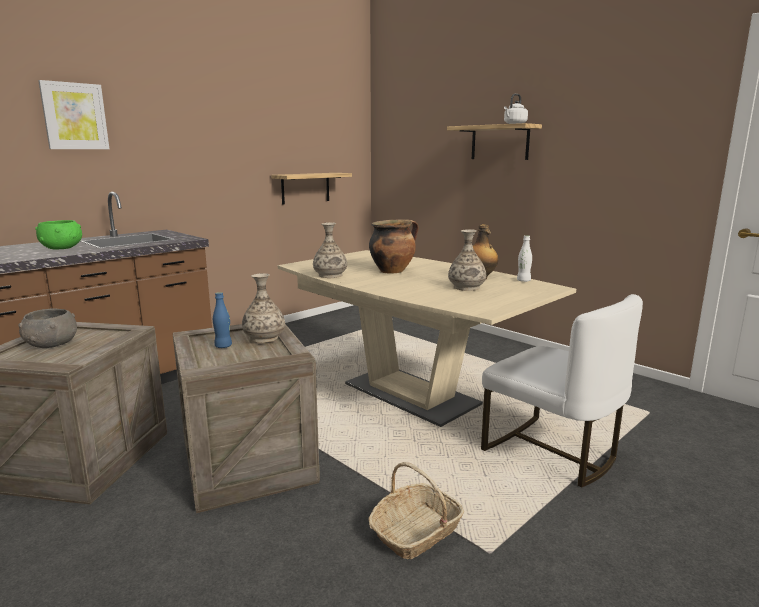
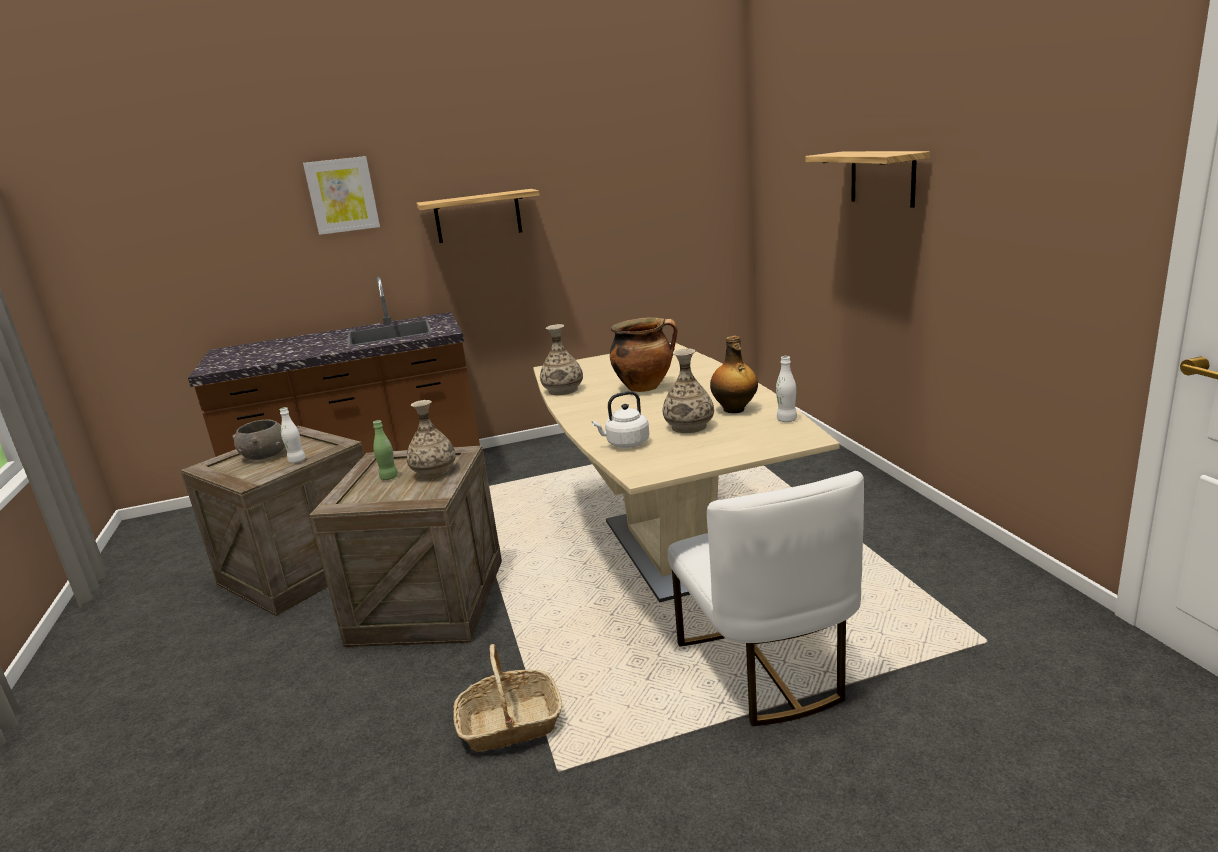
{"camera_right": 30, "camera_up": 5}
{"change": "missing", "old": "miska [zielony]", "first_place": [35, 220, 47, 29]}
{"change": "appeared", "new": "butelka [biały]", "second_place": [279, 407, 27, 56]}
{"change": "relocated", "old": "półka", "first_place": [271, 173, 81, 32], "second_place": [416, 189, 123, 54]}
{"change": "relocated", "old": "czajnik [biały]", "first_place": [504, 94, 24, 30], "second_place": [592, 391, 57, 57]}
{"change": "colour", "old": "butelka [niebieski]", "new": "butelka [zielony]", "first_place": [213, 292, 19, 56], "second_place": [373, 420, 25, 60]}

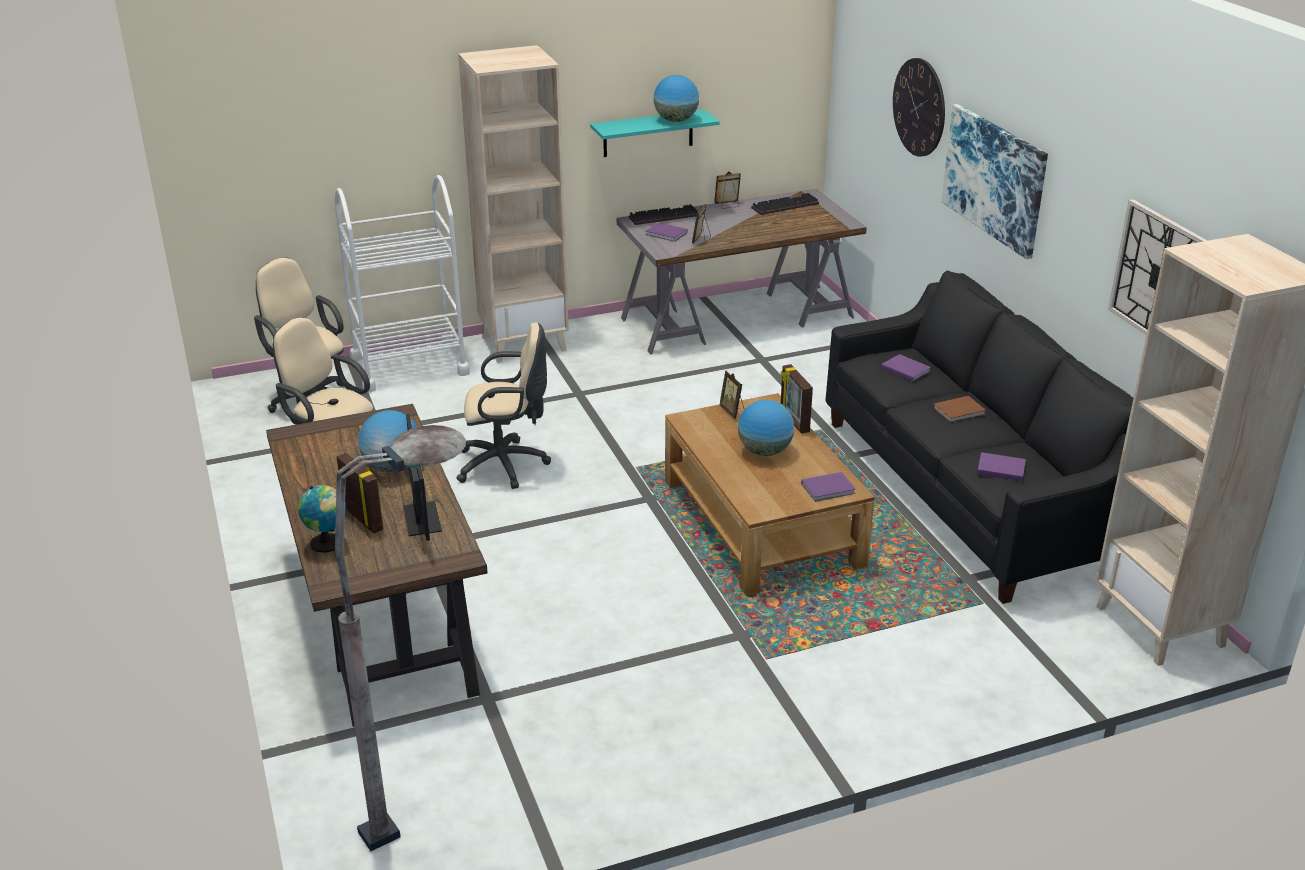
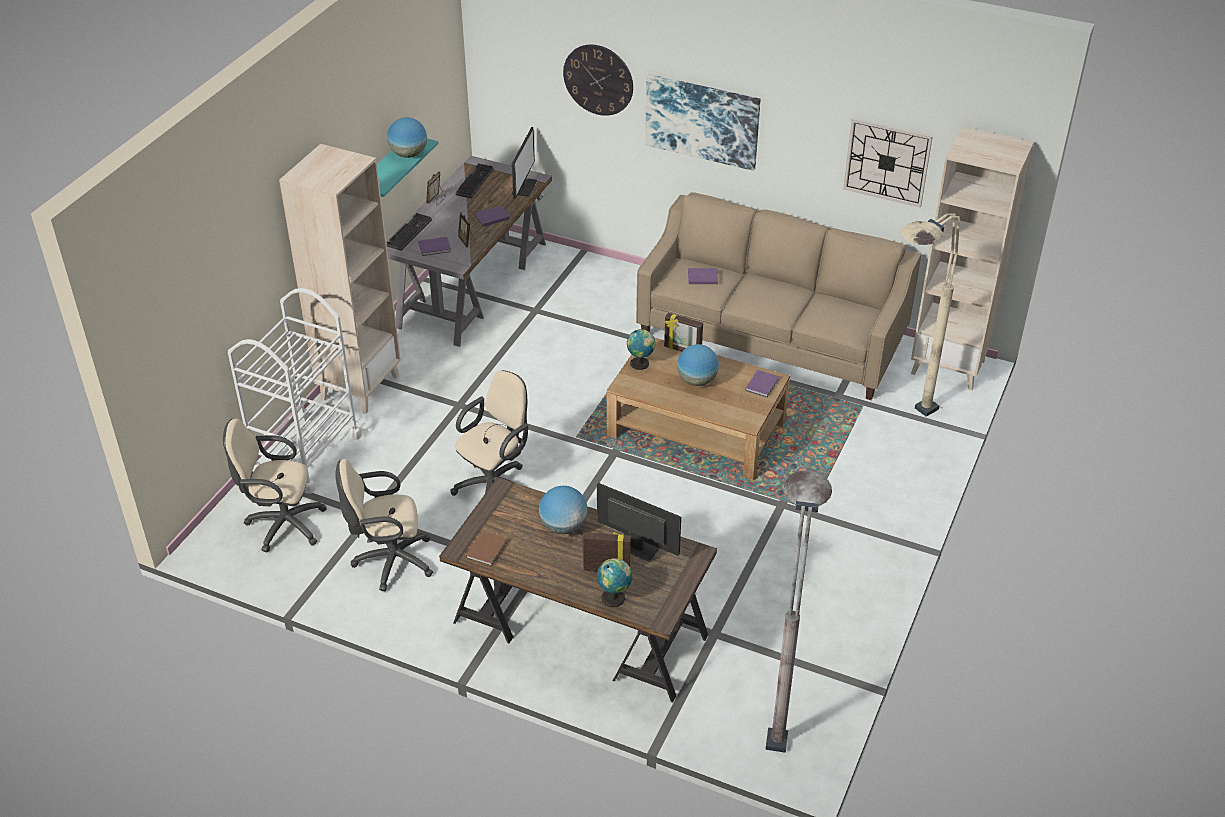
{"camera_right": -45, "camera_up": 10}
{"change": "appeared", "new": "monitor", "second_place": [512, 127, 26, 71]}
{"change": "appeared", "new": "lampa stojąca [beżowy]", "second_place": [901, 213, 59, 204]}
{"change": "relocated", "old": "książka [brązowy]", "first_place": [933, 396, 53, 27], "second_place": [466, 531, 42, 35]}
{"change": "relocated", "old": "książka [fioletowy]", "first_place": [977, 452, 49, 29], "second_place": [475, 206, 35, 21]}
{"change": "exchanged", "old": "ramka na zdjęcie", "new": "globus", "first_place": [719, 370, 26, 49], "second_place": [627, 329, 28, 41]}
{"change": "colour", "old": "kanapa [czarny]", "new": "kanapa [beżowy]", "first_place": [826, 271, 307, 333], "second_place": [636, 192, 285, 208]}

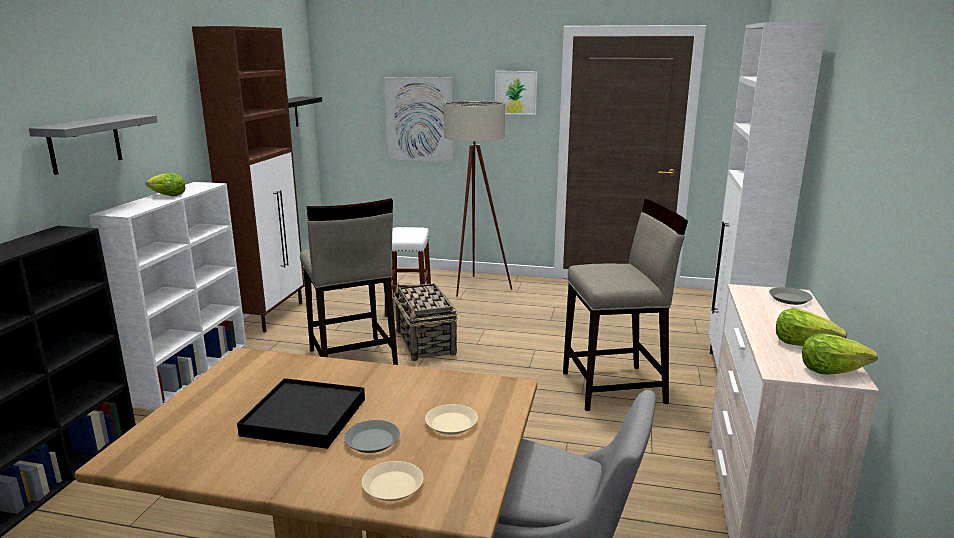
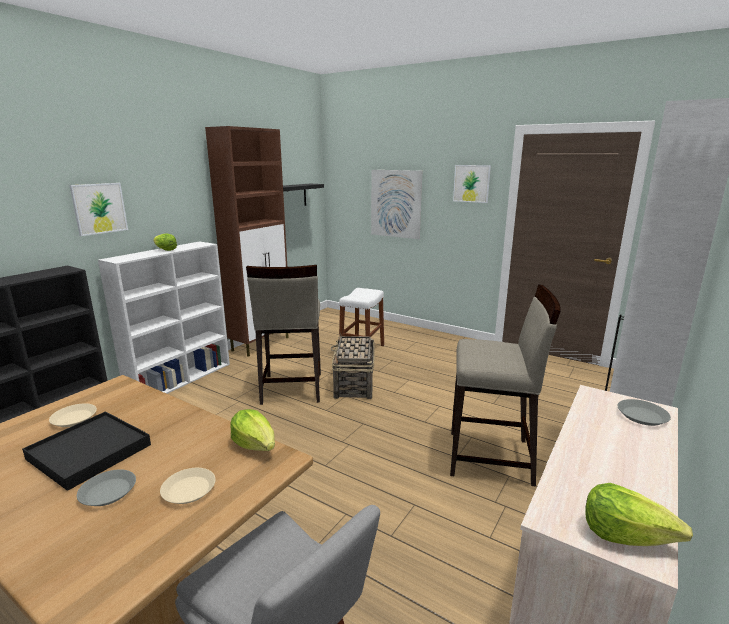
{"camera_right": 20, "camera_up": 0}
{"change": "missing", "old": "lampa stojąca [beżowy]", "first_place": [443, 101, 69, 196]}
{"change": "relocated", "old": "talerz [beżowy]", "first_place": [362, 461, 62, 40], "second_place": [49, 403, 48, 24]}
{"change": "relocated", "old": "sałata", "first_place": [776, 308, 71, 38], "second_place": [230, 409, 45, 42]}
{"change": "exchanged", "old": "półka [szary]", "new": "obraz", "first_place": [29, 114, 129, 61], "second_place": [69, 183, 59, 53]}

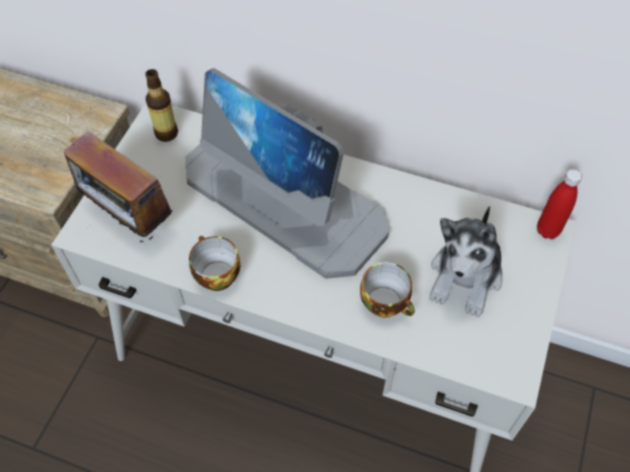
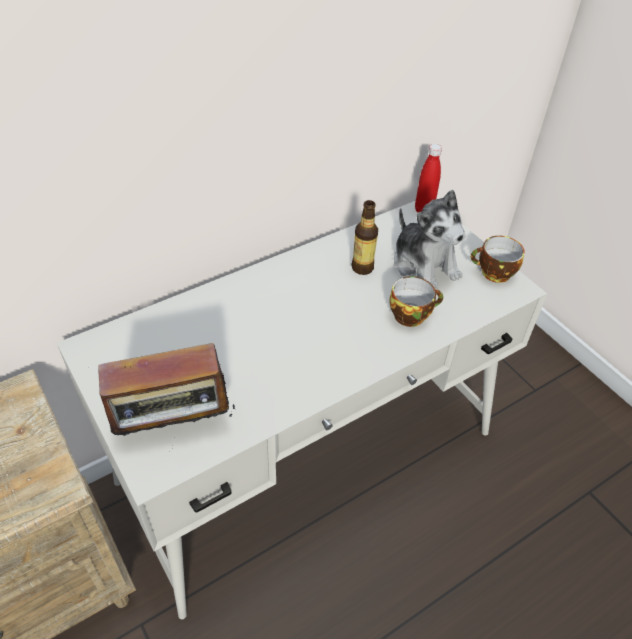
{"camera_right": -55, "camera_up": -10}
{"change": "missing", "old": "monitor", "first_place": [185, 68, 204, 211]}
{"change": "relocated", "old": "butelka", "first_place": [145, 69, 33, 73], "second_place": [351, 200, 27, 75]}
{"change": "relocated", "old": "filiżanka", "first_place": [189, 236, 51, 55], "second_place": [471, 236, 54, 47]}

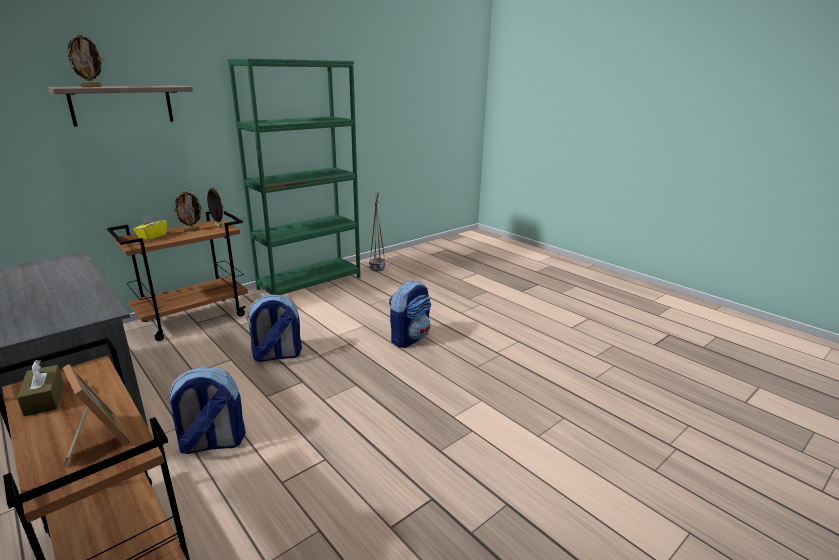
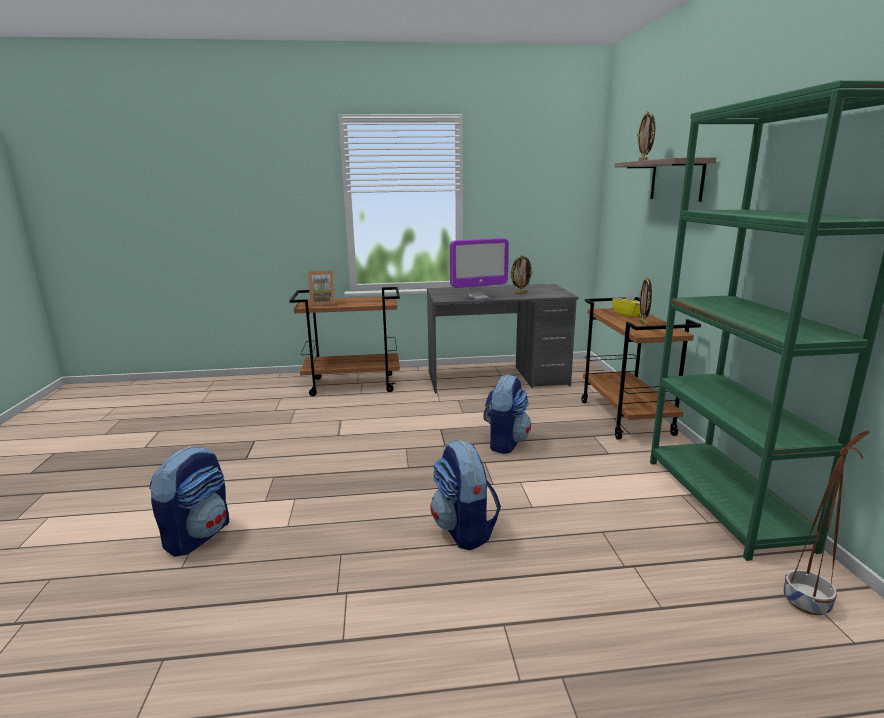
{"camera_right": 125, "camera_up": -5}
{"change": "missing", "old": "pudełko chusteczek [brązowy]", "first_place": [17, 360, 47, 56]}
{"change": "appeared", "new": "monitor", "second_place": [450, 238, 59, 62]}
{"change": "relocated", "old": "plecak", "first_place": [166, 367, 80, 87], "second_place": [149, 446, 80, 111]}
{"change": "relocated", "old": "ramka na zdjęcie", "first_place": [207, 187, 17, 41], "second_place": [510, 255, 23, 39]}

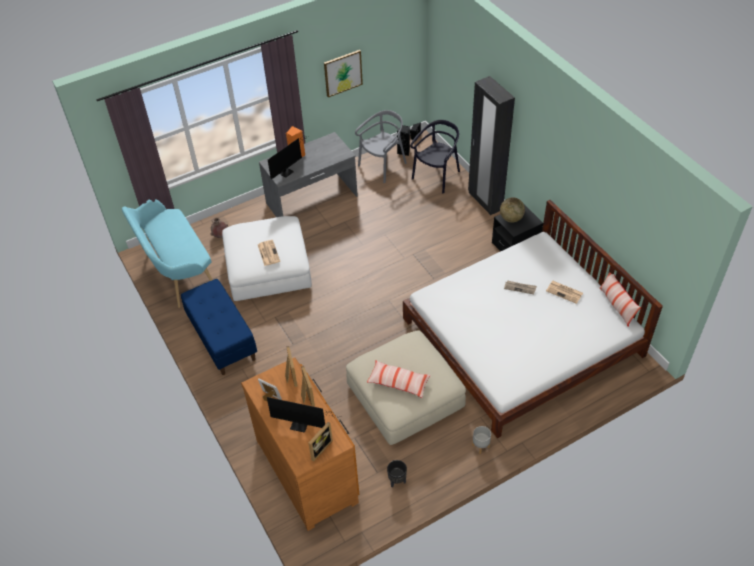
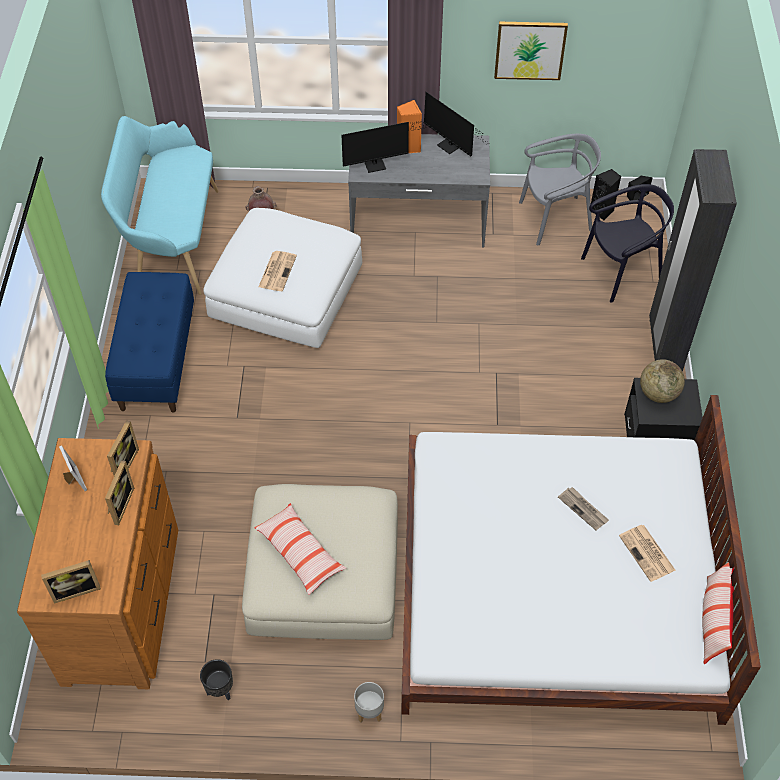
{"camera_right": 30, "camera_up": 5}
{"change": "relocated", "old": "monitor", "first_place": [267, 397, 72, 36], "second_place": [424, 92, 66, 64]}

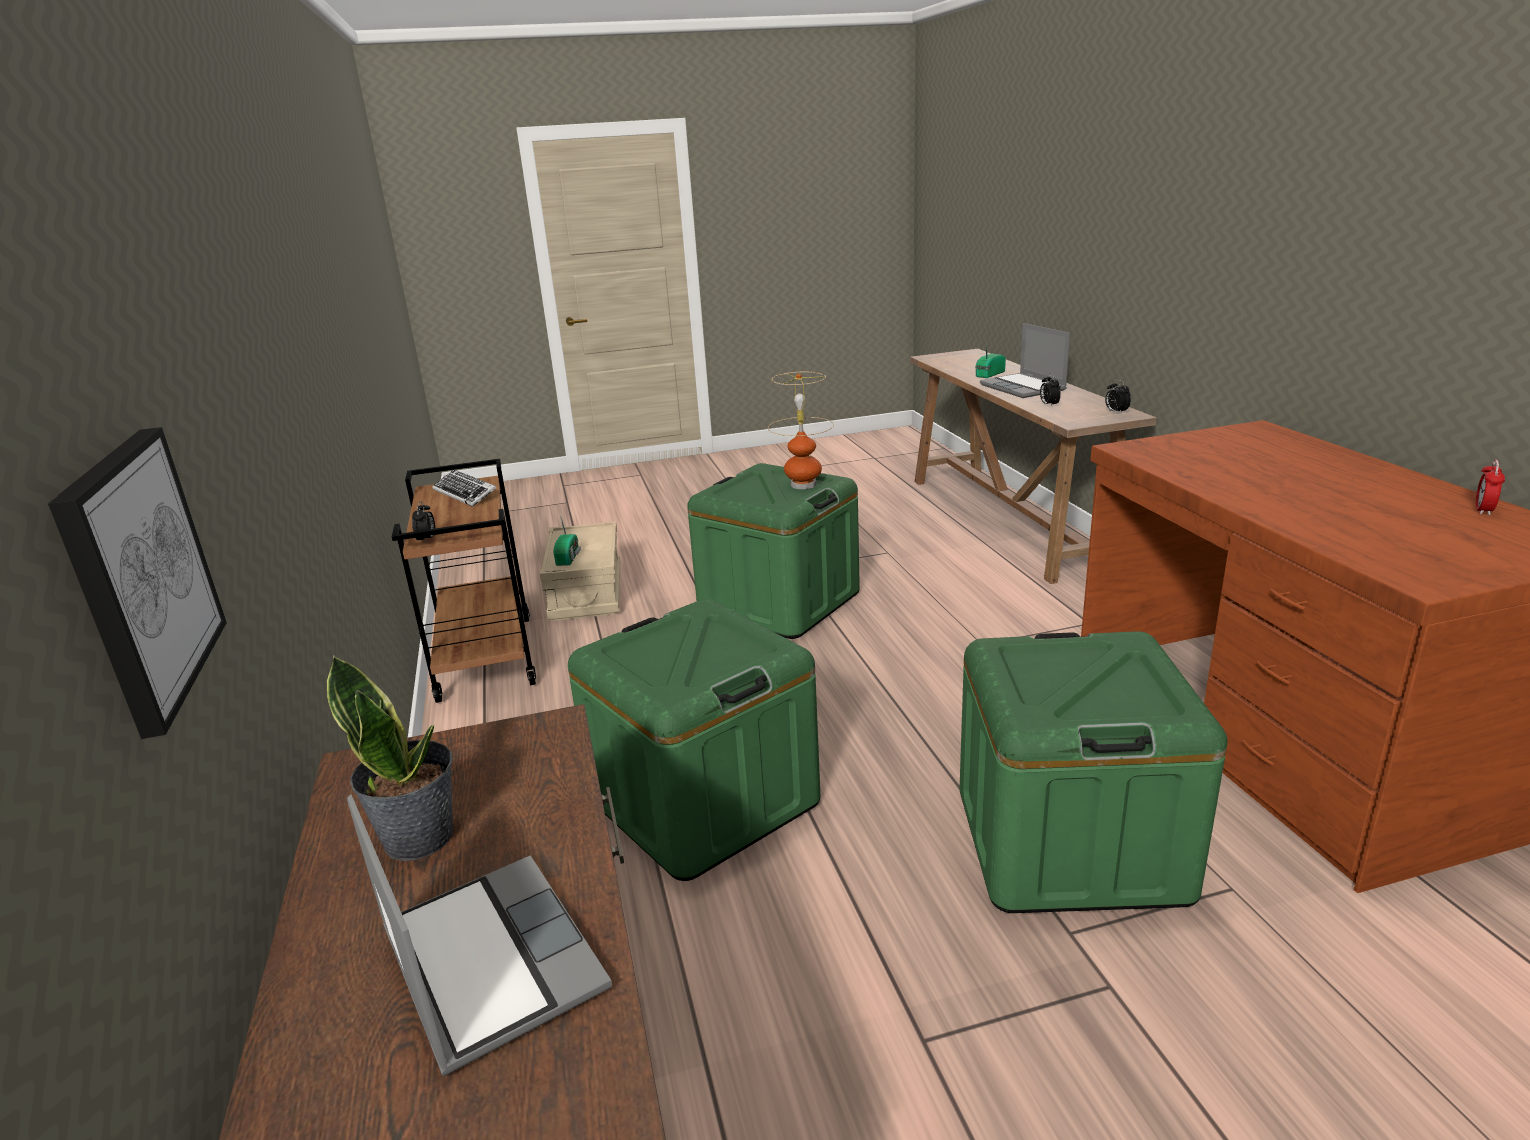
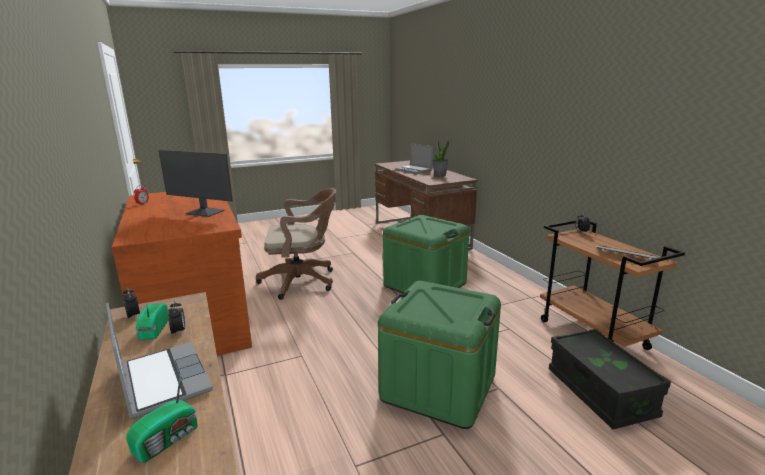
{"camera_right": 170, "camera_up": -5}
{"change": "missing", "old": "obraz", "first_place": [48, 427, 179, 312]}
{"change": "missing", "old": "lampa stołowa", "first_place": [768, 371, 66, 118]}
{"change": "appeared", "new": "monitor", "second_place": [159, 150, 74, 67]}
{"change": "relocated", "old": "radio", "first_place": [554, 515, 27, 51], "second_place": [136, 303, 33, 37]}
{"change": "exchanged", "old": "pojemnik do przechowywania [zielony]", "new": "krzesło biurowe [brązowy]", "first_place": [959, 631, 268, 282], "second_place": [256, 188, 80, 112]}
{"change": "colour", "old": "pojemnik do przechowywania [beżowy]", "new": "pojemnik do przechowywania [czarny]", "first_place": [540, 521, 80, 100], "second_place": [549, 329, 122, 100]}

